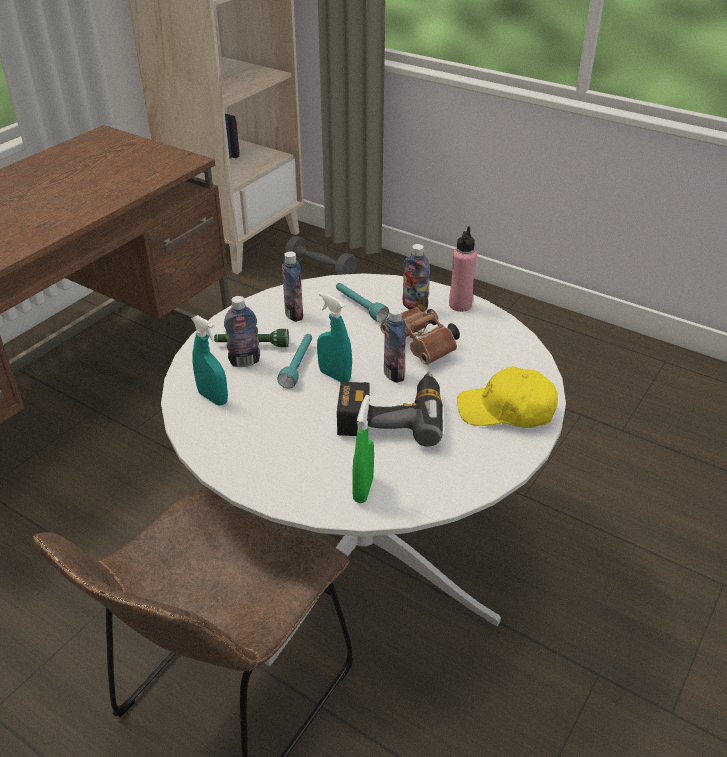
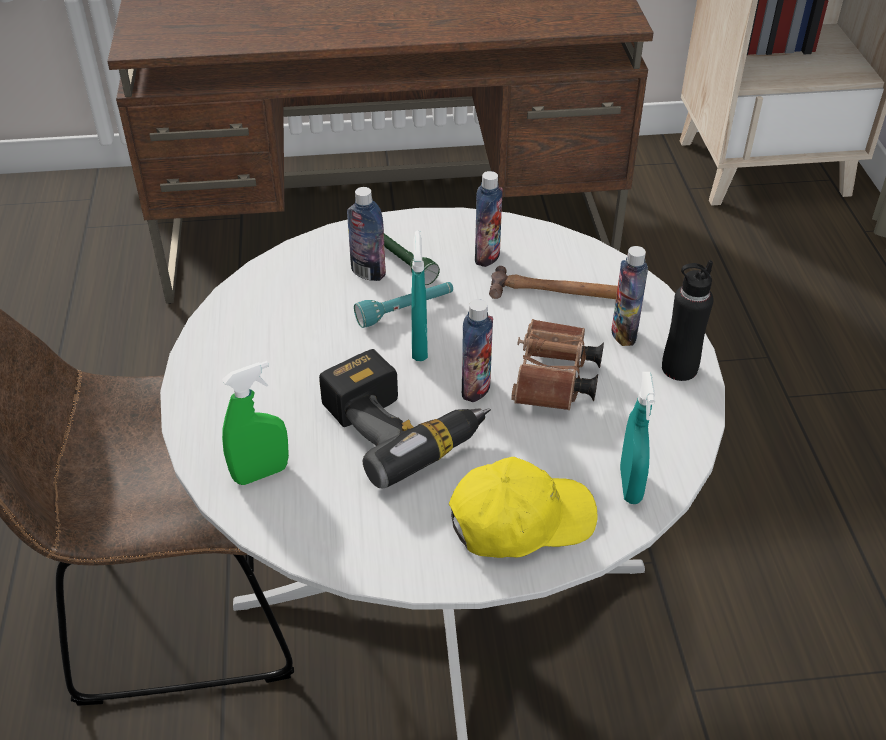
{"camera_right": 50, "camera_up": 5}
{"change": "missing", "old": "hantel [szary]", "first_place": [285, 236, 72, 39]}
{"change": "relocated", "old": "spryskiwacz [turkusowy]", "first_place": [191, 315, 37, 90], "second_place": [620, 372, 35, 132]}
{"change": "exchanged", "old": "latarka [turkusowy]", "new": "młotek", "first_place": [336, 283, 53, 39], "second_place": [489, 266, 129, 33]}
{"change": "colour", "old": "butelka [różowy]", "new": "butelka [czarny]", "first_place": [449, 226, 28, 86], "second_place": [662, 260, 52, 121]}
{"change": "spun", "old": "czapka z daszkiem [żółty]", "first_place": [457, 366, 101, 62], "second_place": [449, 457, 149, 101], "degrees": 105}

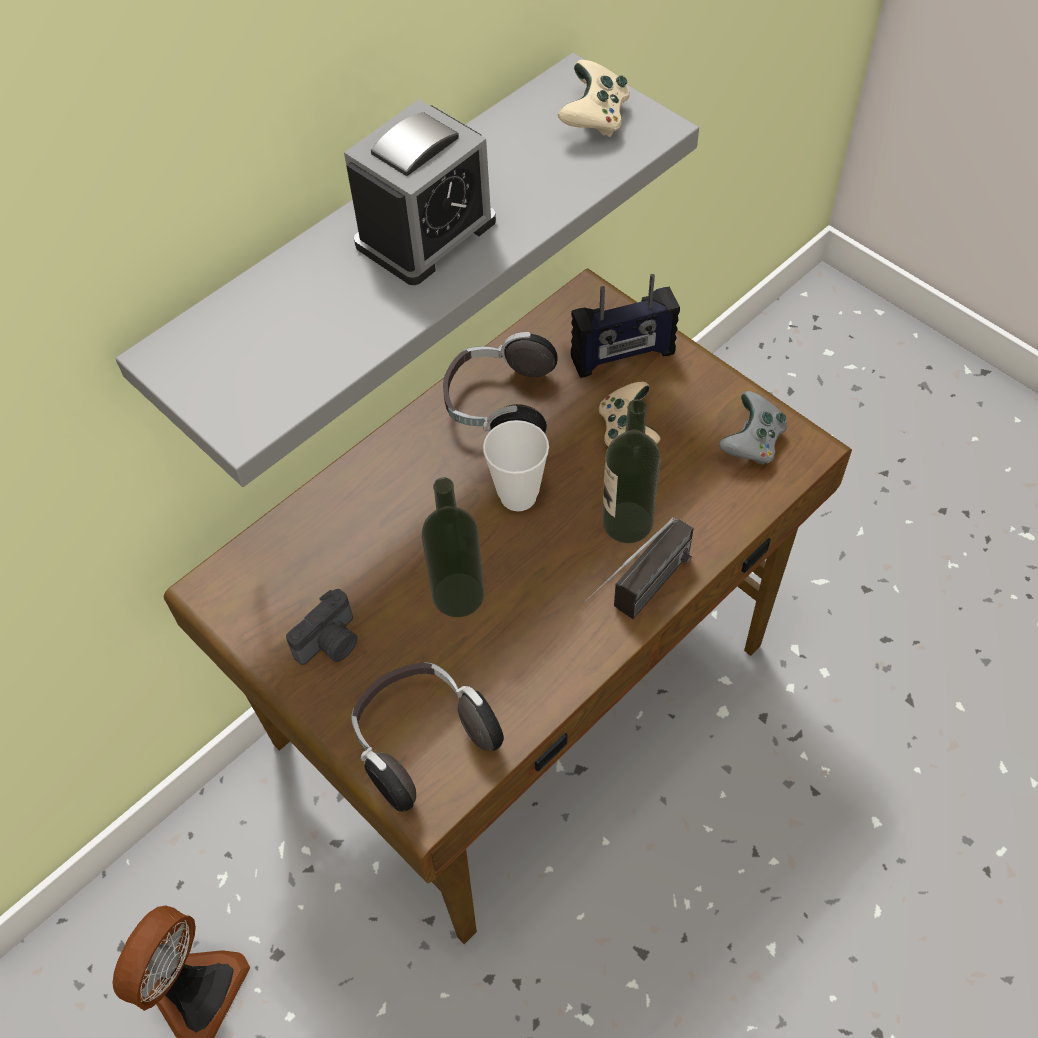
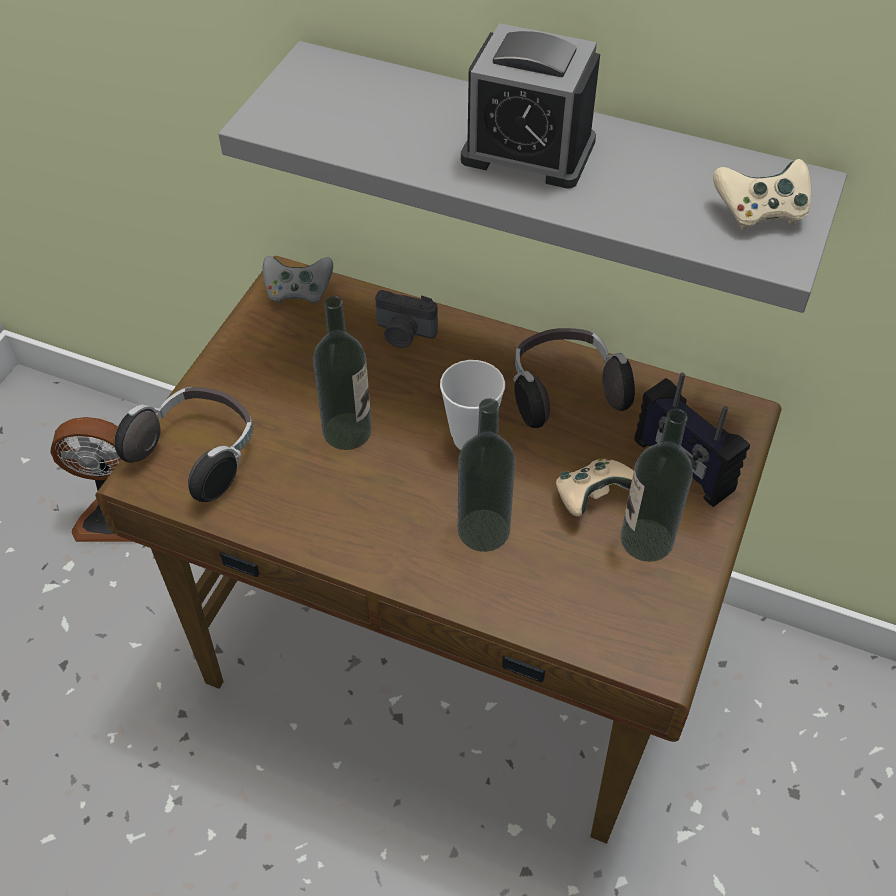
{"camera_right": 65, "camera_up": -5}
{"change": "missing", "old": "radio", "first_place": [584, 517, 110, 102]}
{"change": "appeared", "new": "butelka", "second_place": [621, 409, 72, 153]}
{"change": "relocated", "old": "aparat fotograficzny", "first_place": [286, 589, 72, 76], "second_place": [375, 290, 63, 58]}
{"change": "relocated", "old": "pad do gier [szary]", "first_place": [719, 391, 68, 74], "second_place": [263, 256, 70, 49]}

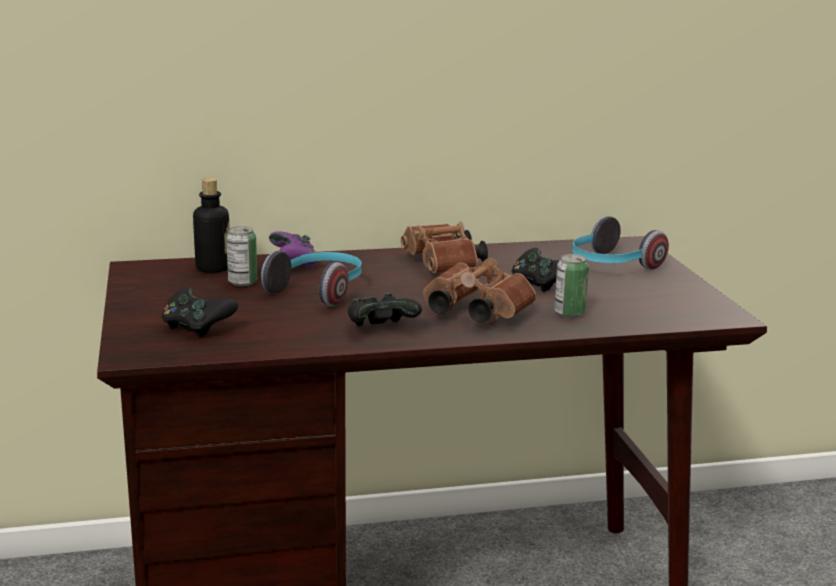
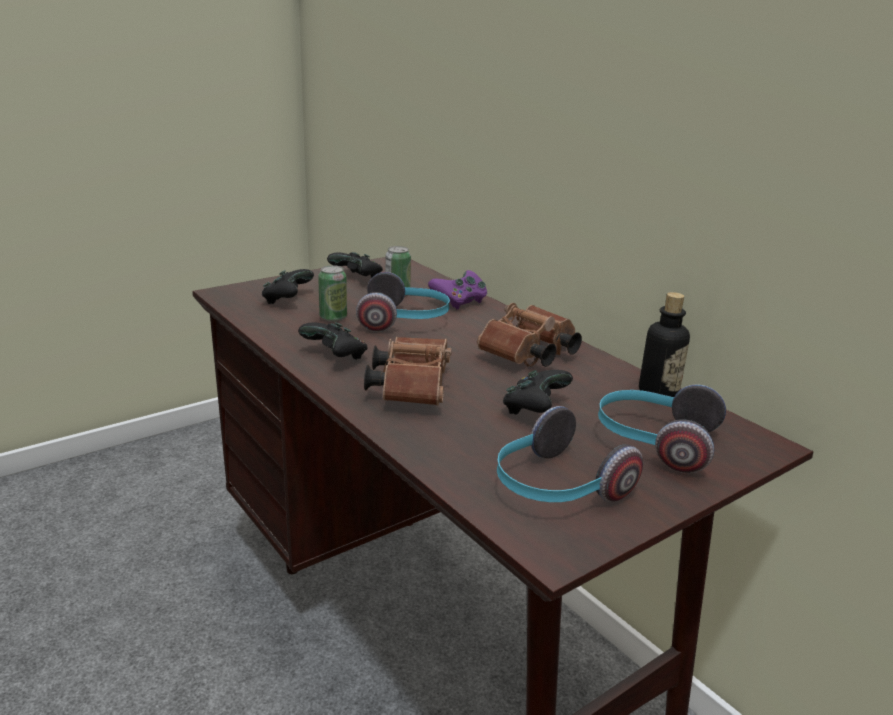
{"camera_right": 65, "camera_up": 5}
{"change": "appeared", "new": "pad do gier [czarny]", "second_place": [327, 252, 56, 26]}
{"change": "appeared", "new": "słuchawki", "second_place": [497, 406, 146, 96]}
{"change": "relocated", "old": "butelka", "first_place": [193, 178, 37, 95], "second_place": [639, 292, 51, 105]}
{"change": "relocated", "old": "puszka", "first_place": [554, 254, 35, 64], "second_place": [318, 265, 29, 57]}

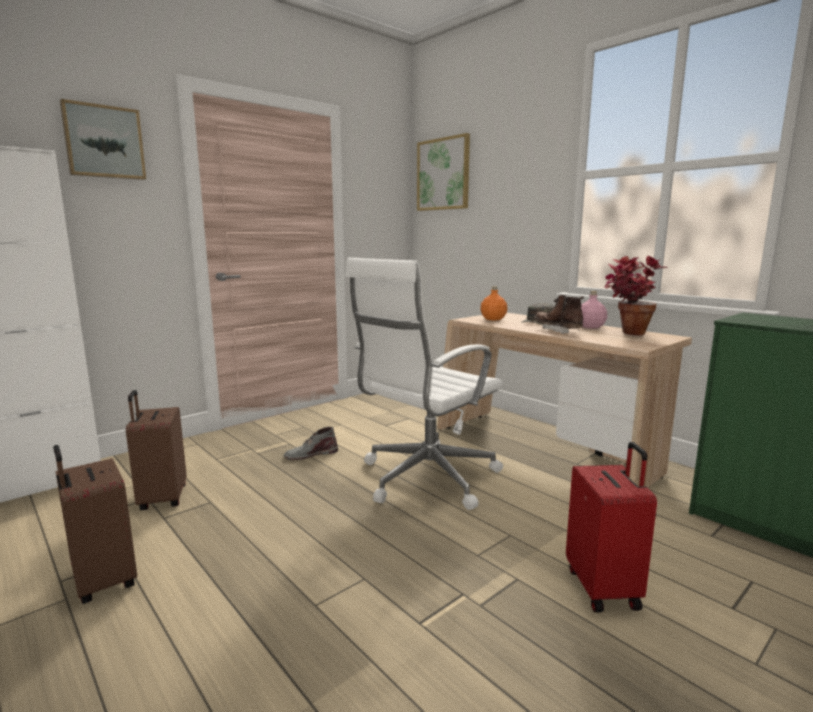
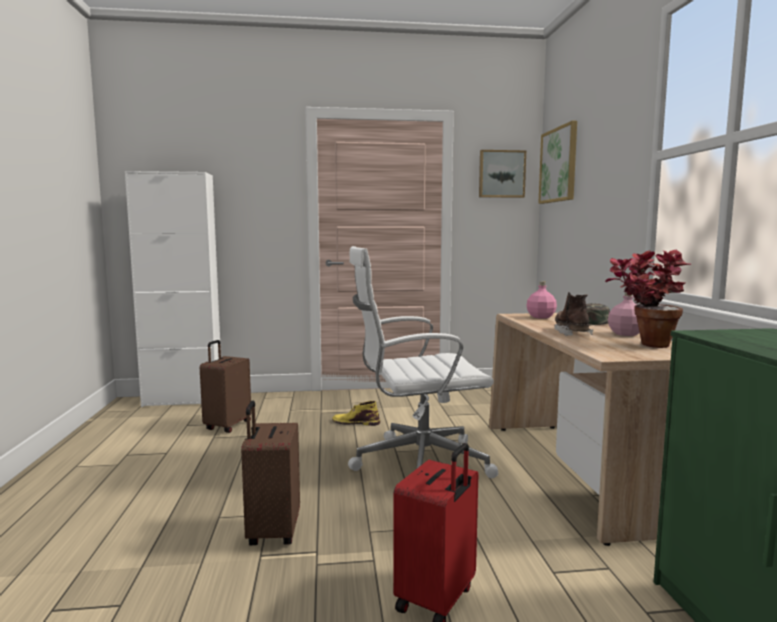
{"camera_right": 35, "camera_up": -5}
{"change": "relocated", "old": "walizka [brązowy]", "first_place": [53, 445, 84, 159], "second_place": [241, 401, 59, 144]}
{"change": "relocated", "old": "obraz", "first_place": [60, 99, 86, 81], "second_place": [479, 150, 47, 48]}
{"change": "colour", "old": "but z cholewką [szary]", "new": "but z cholewką [żółty]", "first_place": [284, 427, 54, 33], "second_place": [332, 401, 48, 25]}
{"change": "colour", "old": "butelka [pomarańczowy]", "new": "butelka [różowy]", "first_place": [480, 286, 27, 34], "second_place": [526, 281, 31, 38]}

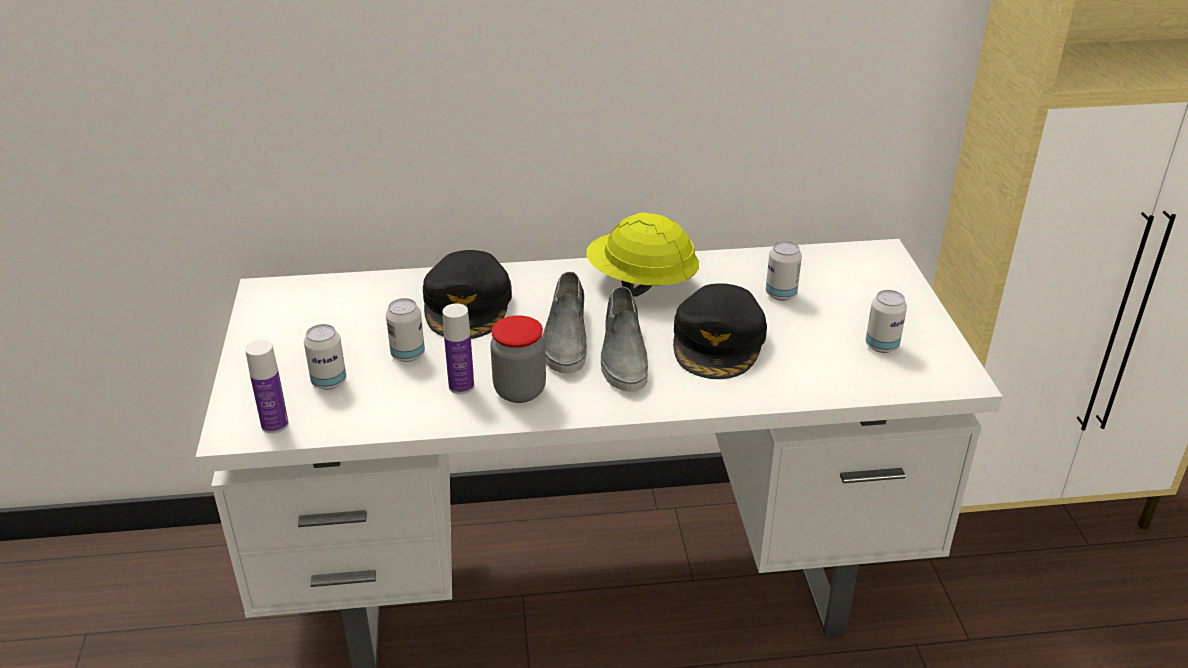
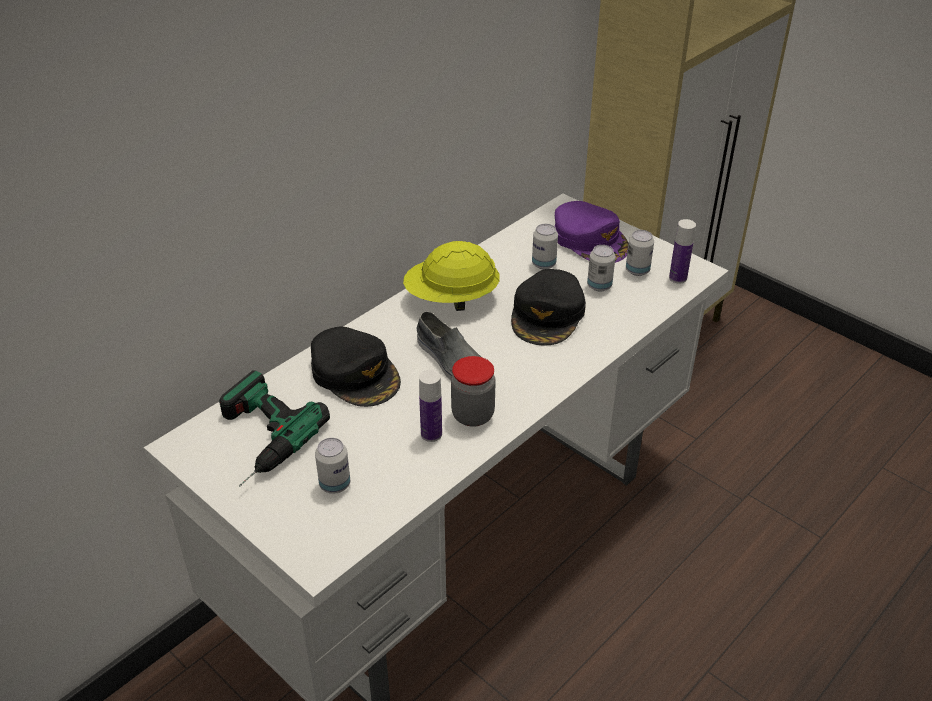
{"camera_right": -40, "camera_up": 5}
{"change": "missing", "old": "but [szary]", "first_place": [601, 287, 47, 105]}
{"change": "appeared", "new": "wiertarka", "second_place": [219, 370, 111, 116]}
{"change": "appeared", "new": "czapka z daszkiem [fioletowy]", "second_place": [555, 201, 74, 62]}
{"change": "relocated", "old": "butelka", "first_place": [245, 340, 44, 94], "second_place": [669, 219, 27, 64]}
{"change": "relocated", "old": "puszka", "first_place": [386, 298, 39, 64], "second_place": [587, 245, 29, 47]}
{"change": "spun", "old": "czapka z daszkiem [czarny]", "first_place": [673, 283, 94, 96], "second_place": [511, 269, 75, 77], "degrees": 45}

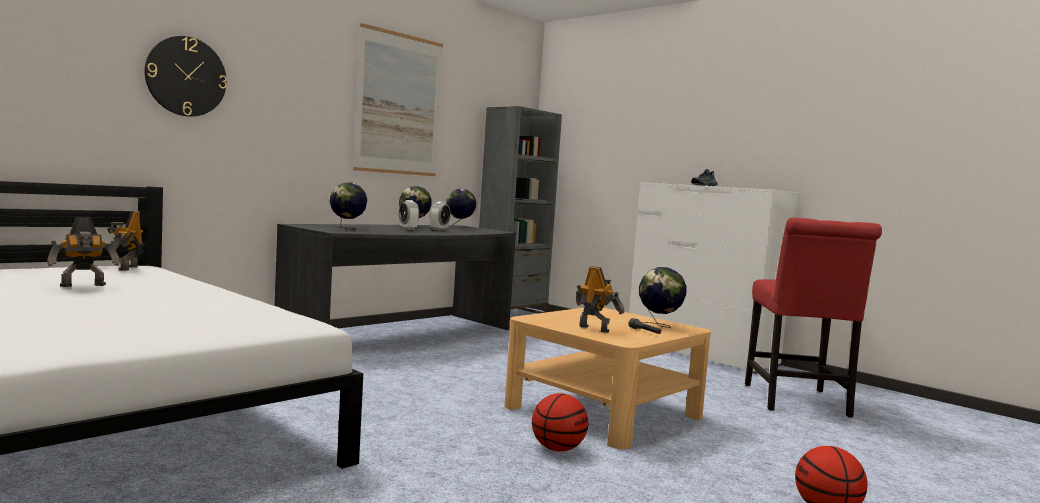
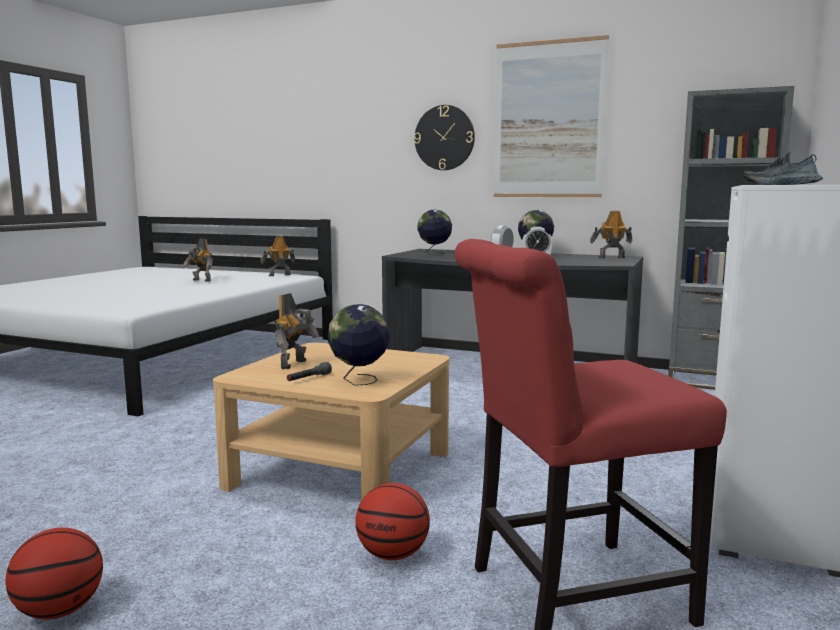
{"camera_right": 70, "camera_up": 5}
{"change": "relocated", "old": "zegar ścienny", "first_place": [145, 36, 82, 81], "second_place": [414, 105, 61, 65]}
{"change": "relocated", "old": "piłka do koszykówki", "first_place": [532, 393, 56, 59], "second_place": [355, 483, 75, 77]}
{"change": "exchanged", "old": "globus", "new": "robot zabawkowy", "first_place": [446, 189, 30, 39], "second_place": [590, 211, 42, 47]}

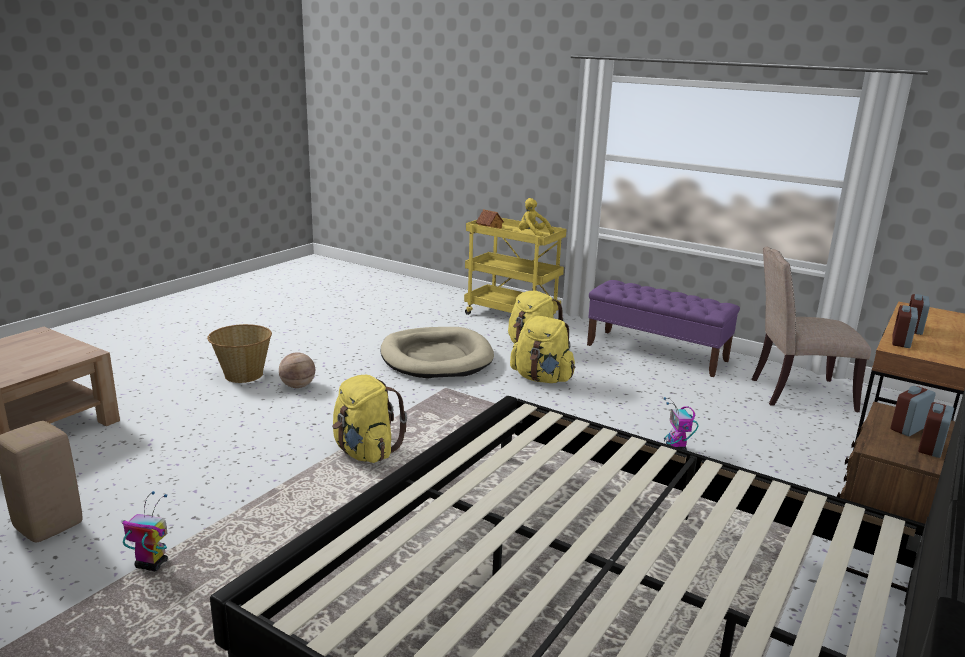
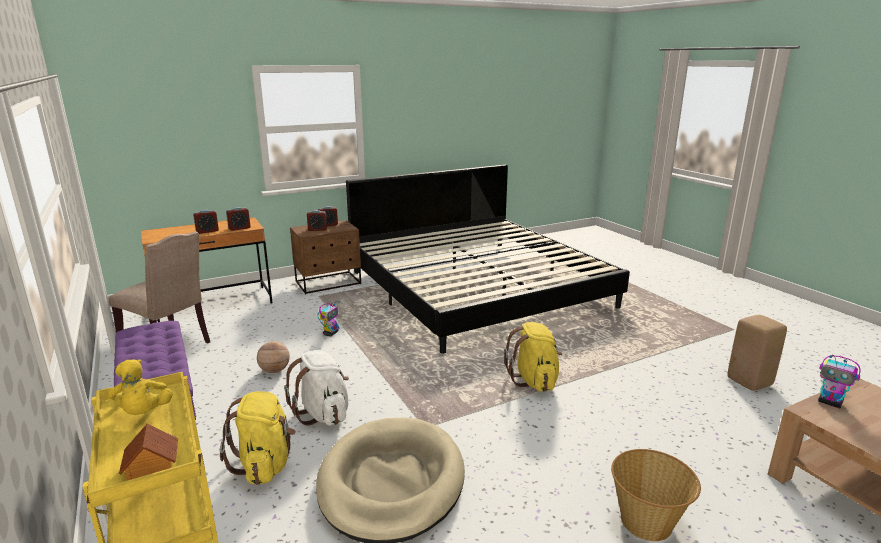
{"camera_right": -150, "camera_up": 0}
{"change": "relocated", "old": "robot zabawkowy", "first_place": [122, 491, 46, 80], "second_place": [818, 355, 43, 53]}
{"change": "relocated", "old": "piłka do koszykówki", "first_place": [279, 352, 36, 36], "second_place": [257, 341, 33, 32]}
{"change": "colour", "old": "plecak [żółty]", "new": "plecak [biały]", "first_place": [510, 316, 65, 67], "second_place": [284, 350, 65, 76]}

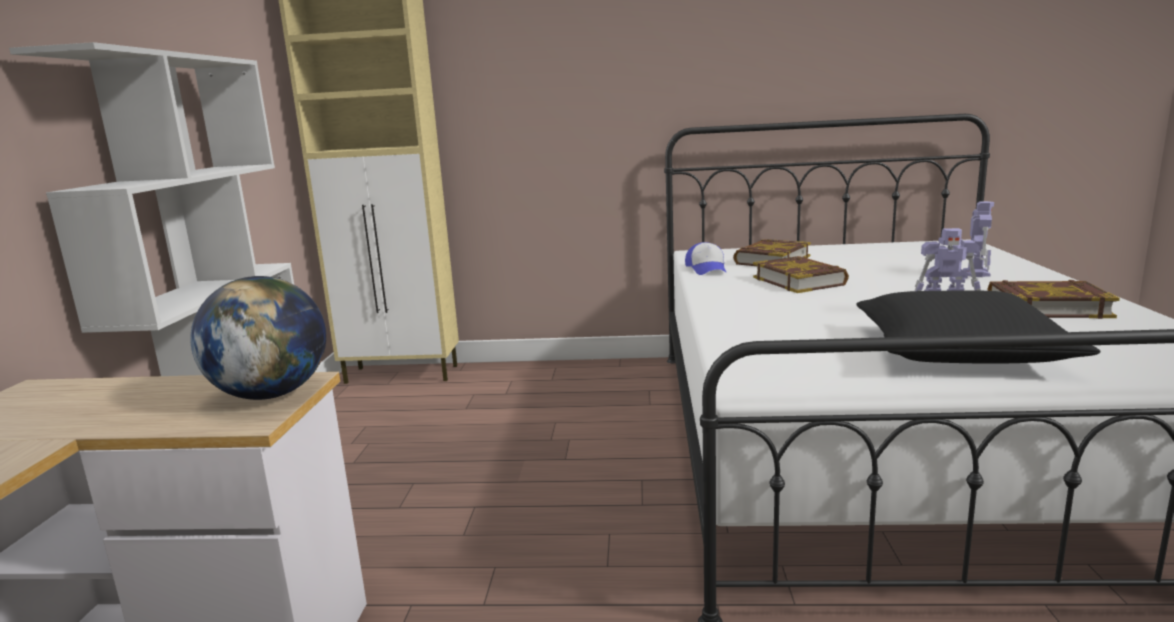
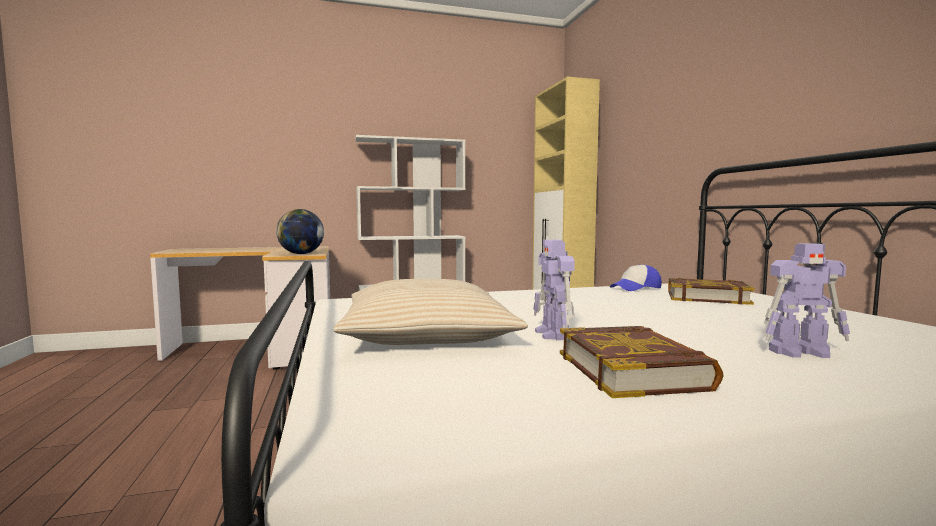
{"camera_right": 70, "camera_up": -10}
{"change": "missing", "old": "książka", "first_place": [753, 256, 96, 37]}
{"change": "colour", "old": "poduszka [czarny]", "new": "poduszka [beżowy]", "first_place": [856, 291, 244, 73], "second_place": [334, 279, 194, 66]}

